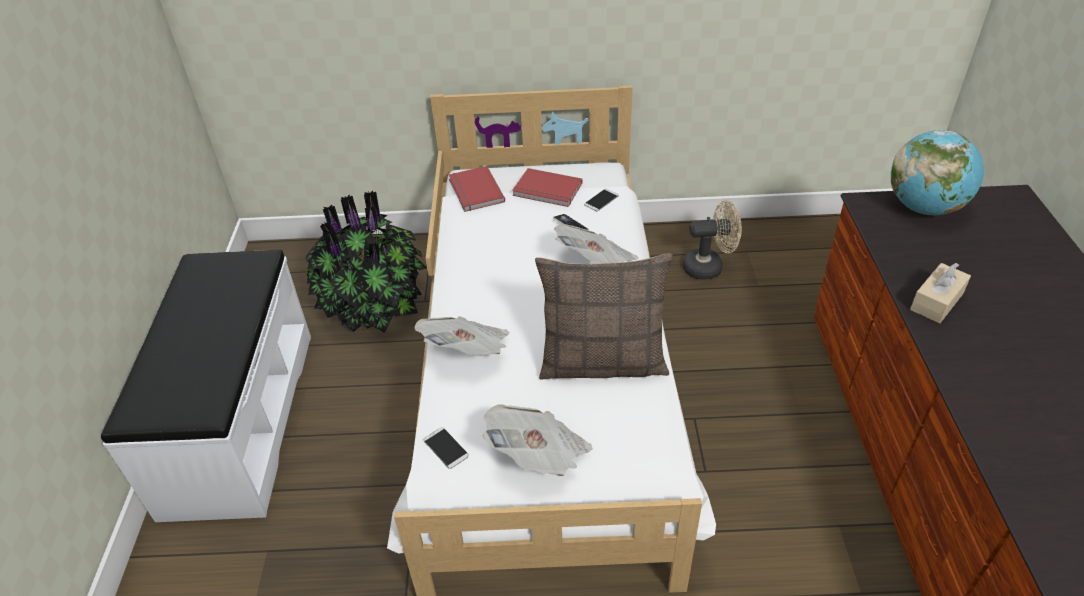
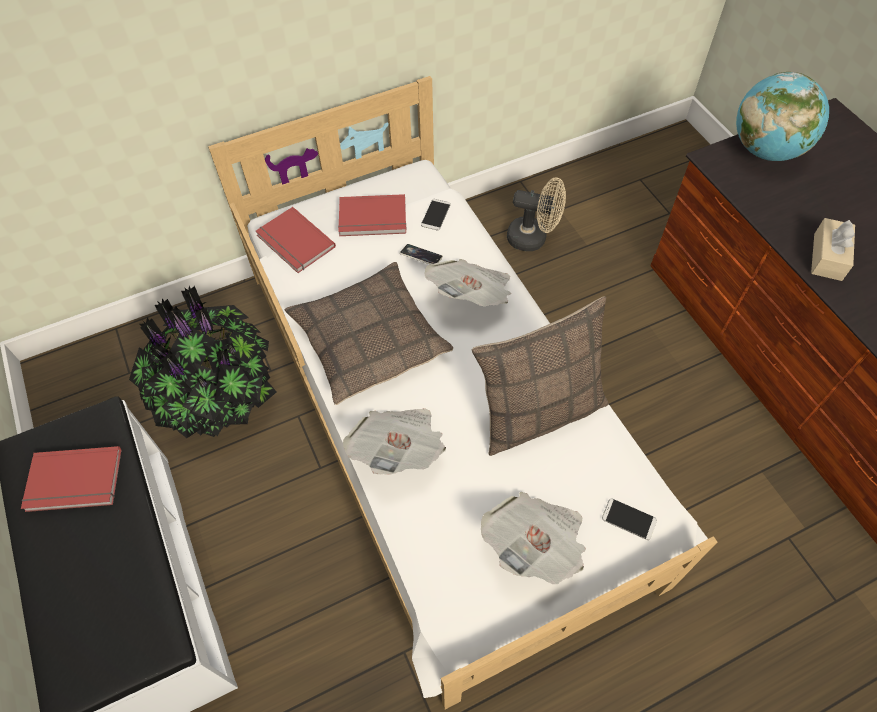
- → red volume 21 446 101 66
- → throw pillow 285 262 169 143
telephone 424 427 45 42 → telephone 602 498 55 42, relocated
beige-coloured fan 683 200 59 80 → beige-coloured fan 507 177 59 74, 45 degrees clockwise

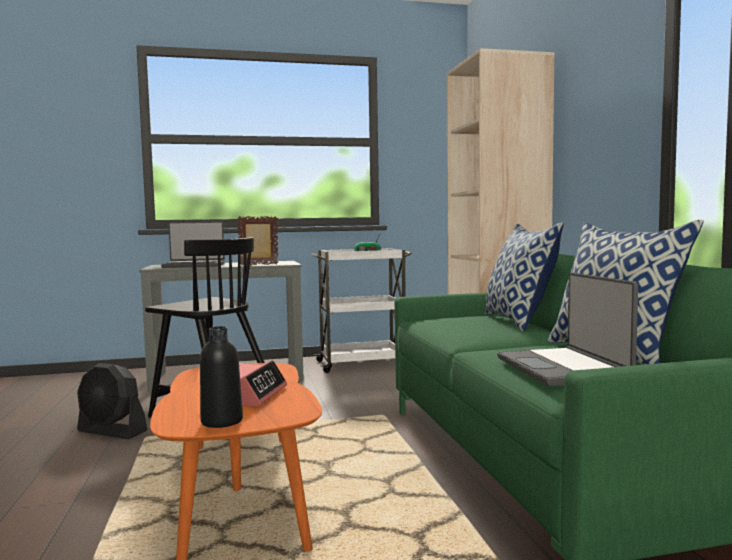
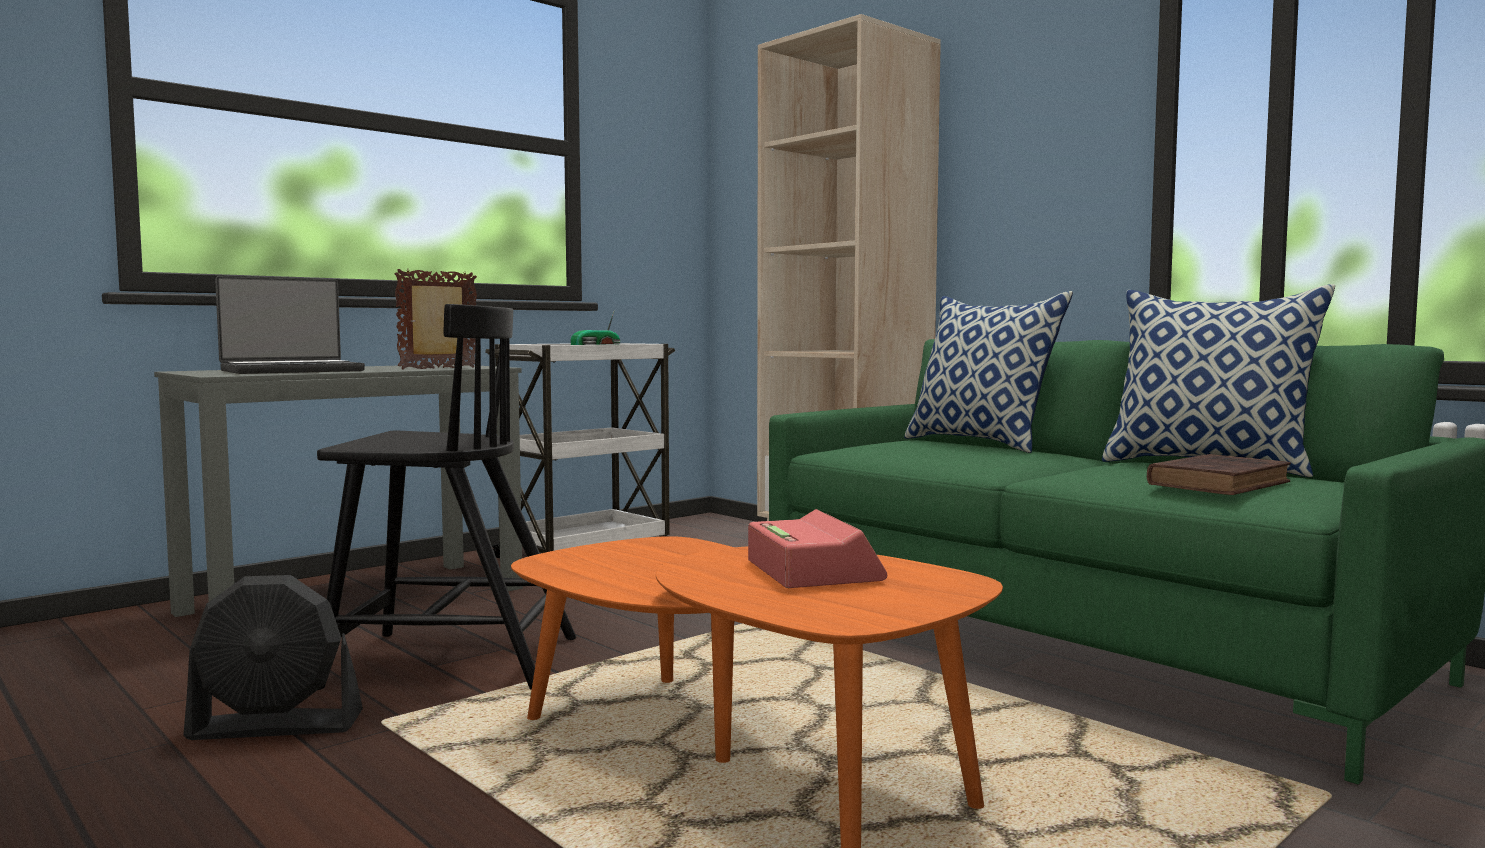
black beverage bottle 200 326 43 102 → -
laptop 497 273 141 113 → brown volume 1147 454 144 41

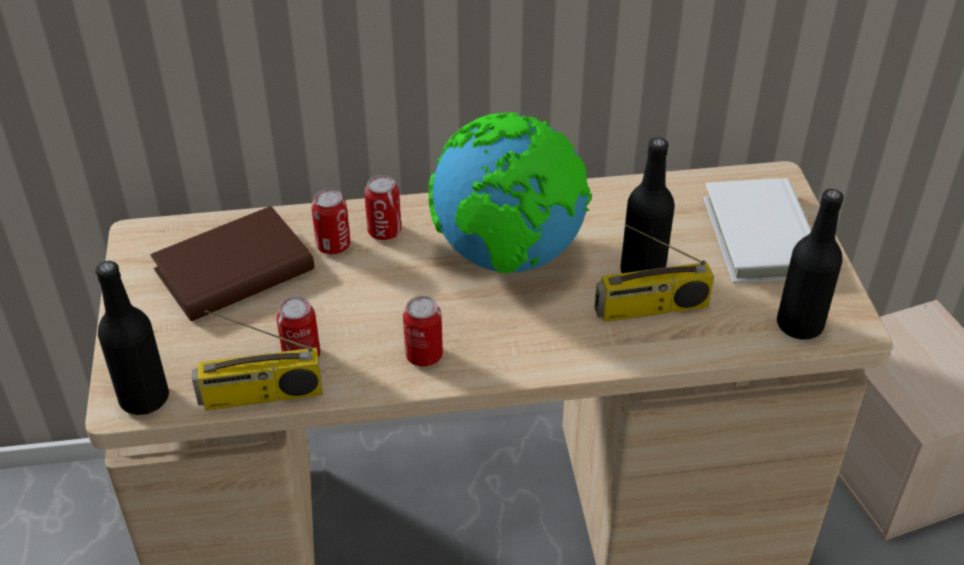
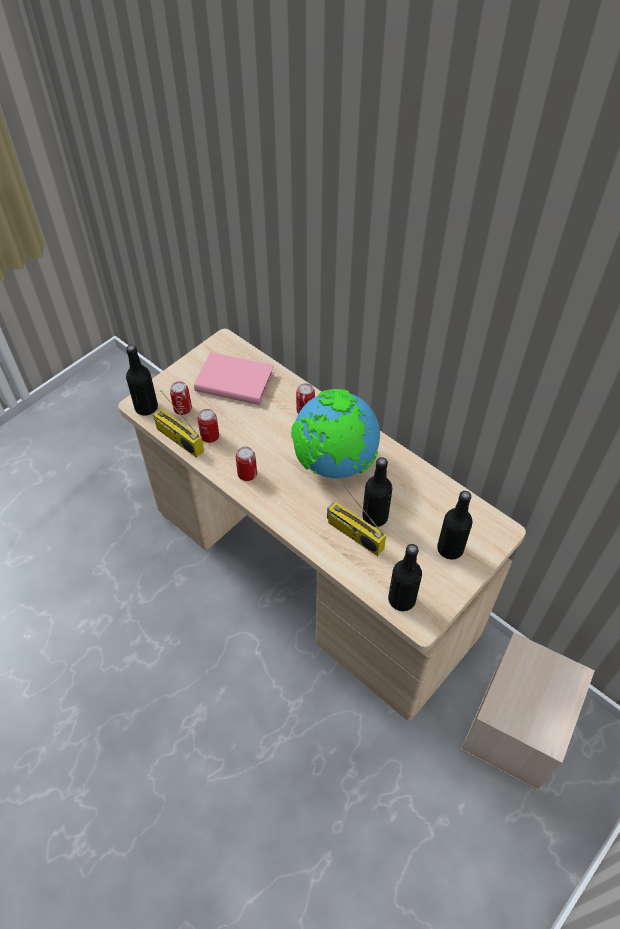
sealed can 311 189 39 66 → sealed can 170 381 22 34, relocated
white volume 704 178 107 106 → black beverage bottle 437 491 36 69
brown volume 150 206 164 115 → pinkish volume 194 352 80 53

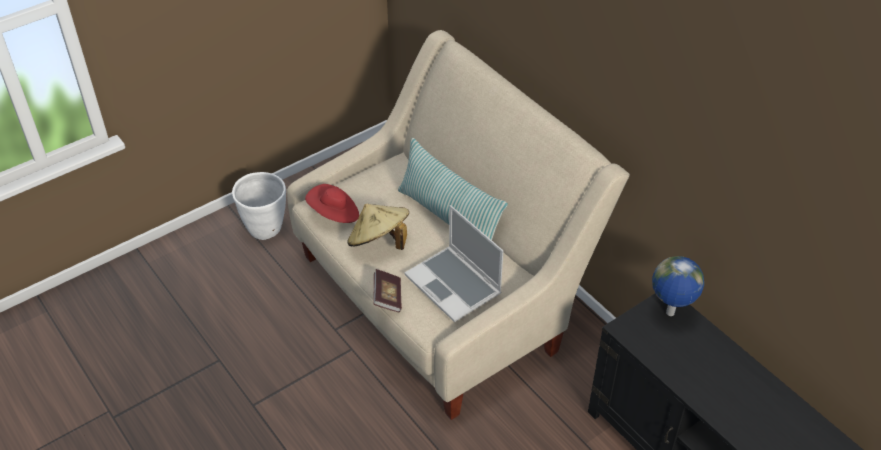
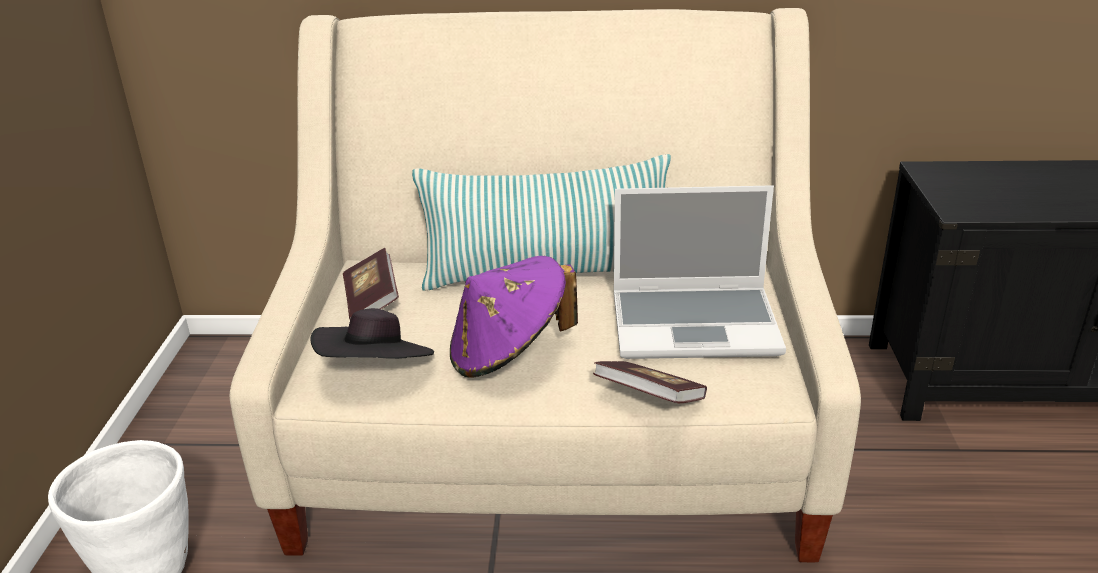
desk globe 652 256 52 60 → -
- → volume 343 248 56 71
red clothing hat 305 184 54 39 → black clothing hat 310 308 124 51
beige-coloured clothing hat 347 204 62 46 → purple-coloured clothing hat 450 256 128 121

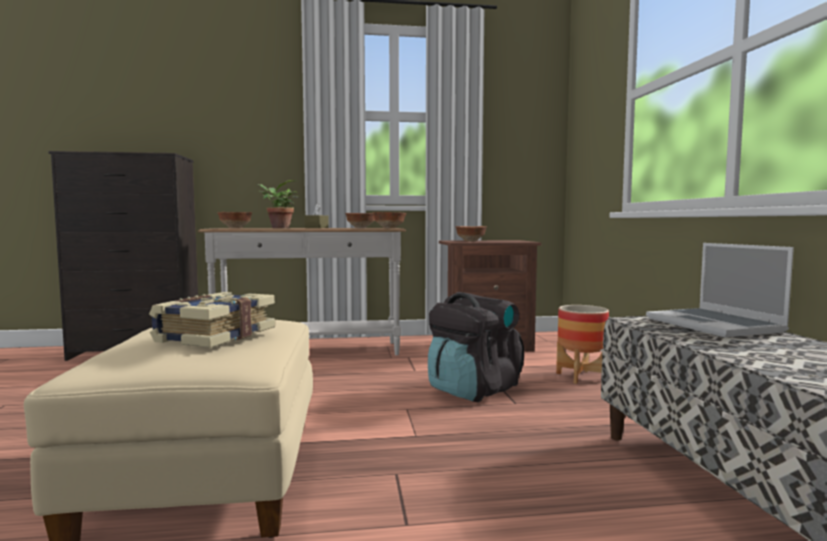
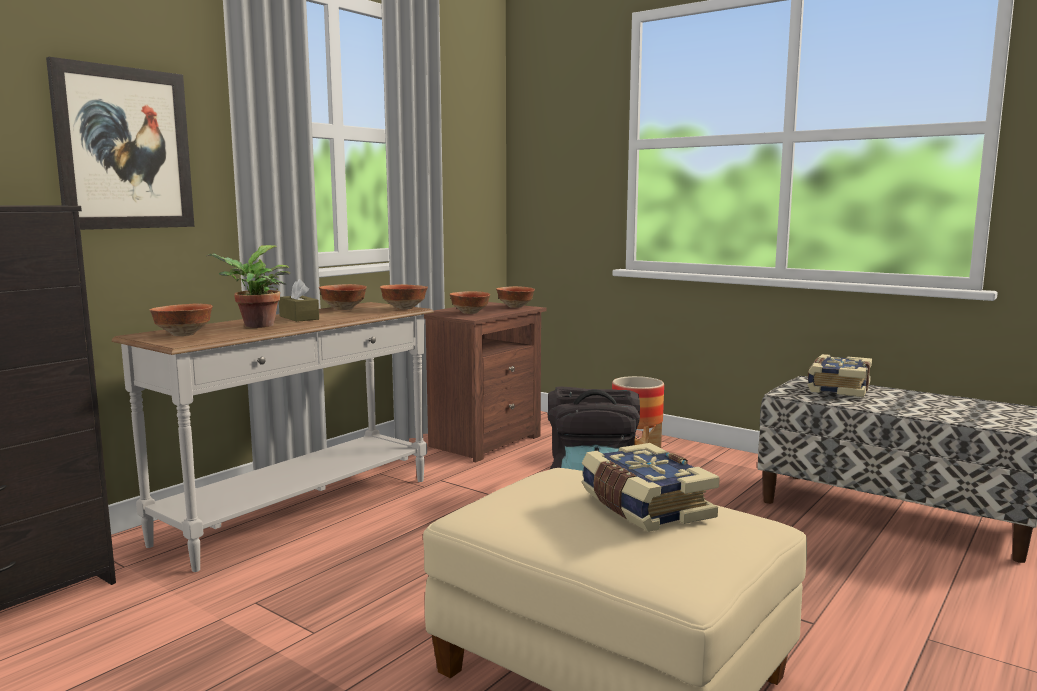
- → wall picture 46 57 149 173
- → serving bowl 496 286 39 22
laptop 646 243 148 94 → volume 808 354 64 43

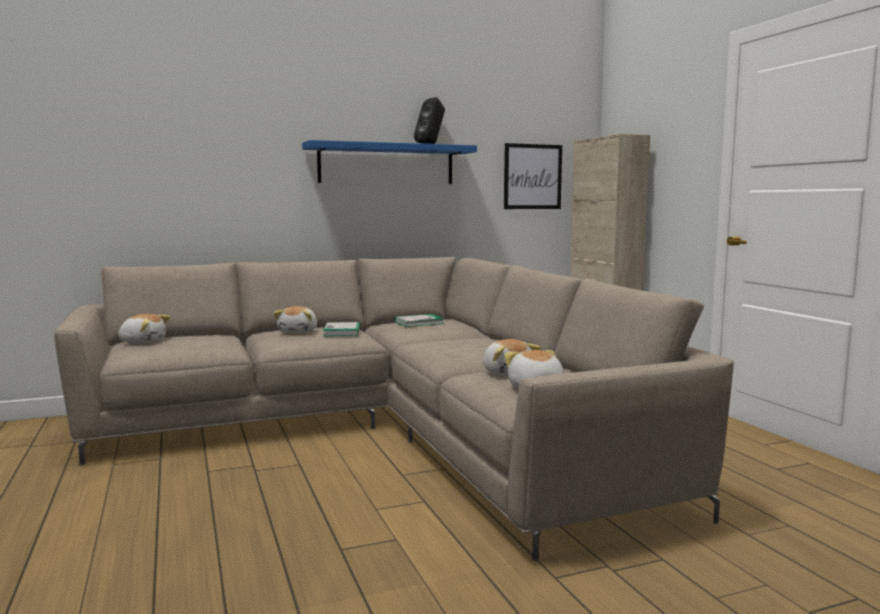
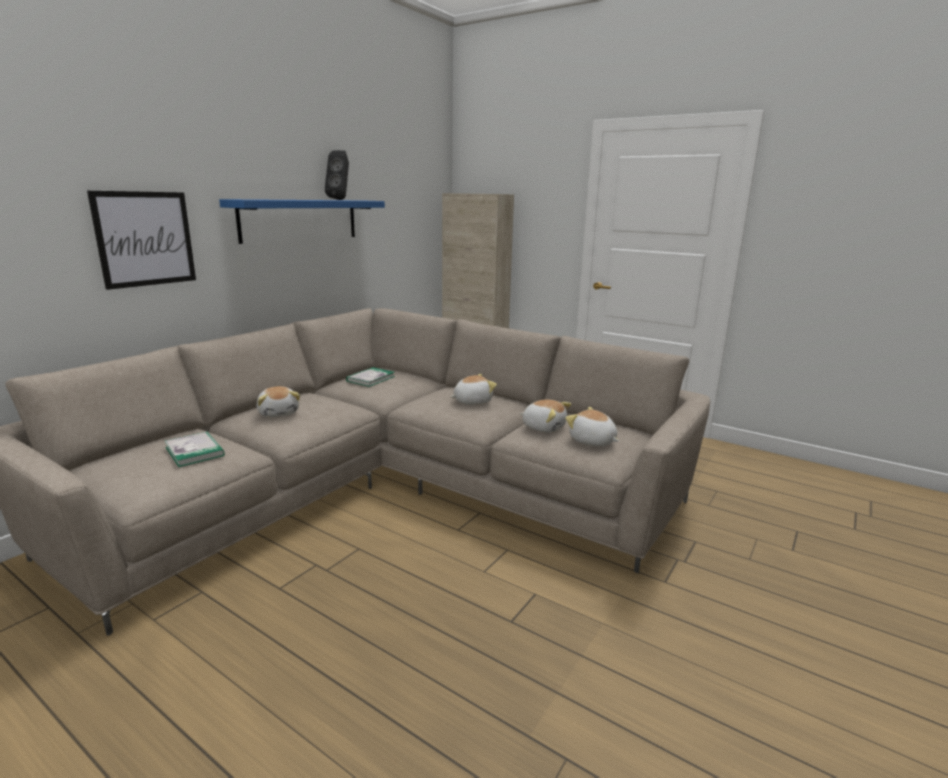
soft toy 118 314 52 30 → soft toy 450 374 47 31, relocated
volume 323 322 37 14 → volume 165 432 60 35, relocated
wall picture 504 143 58 66 → wall picture 87 191 109 99, relocated

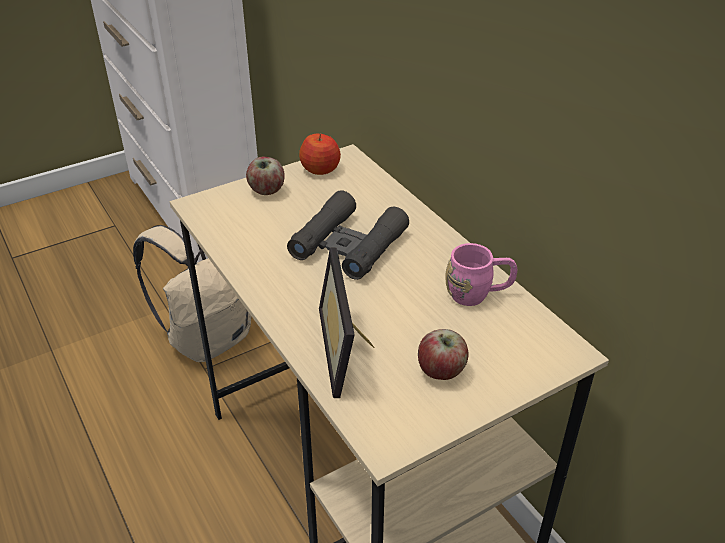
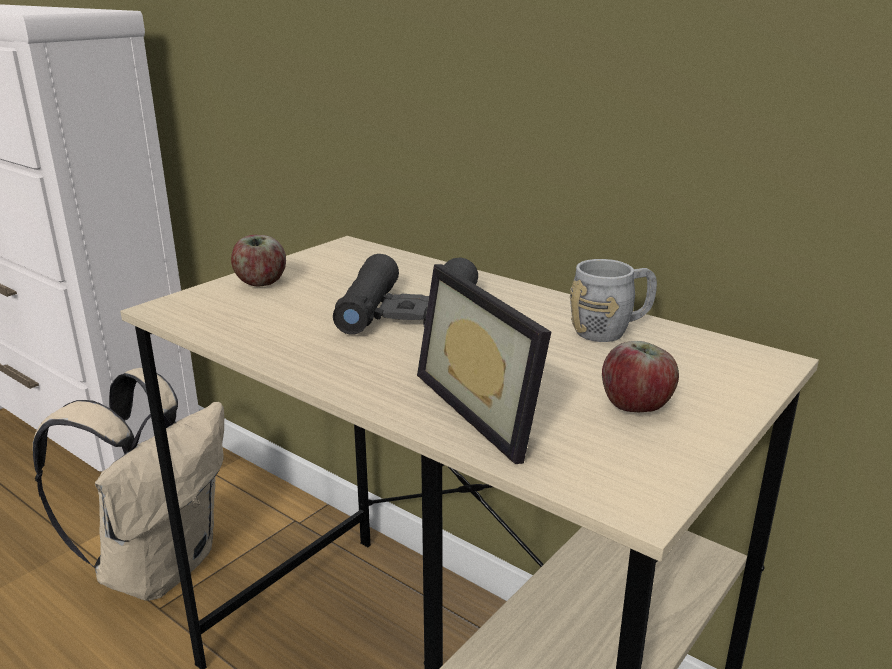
apple 299 134 42 41 → -
pinkish coffee mug 446 243 71 63 → gray coffee mug 570 259 87 83

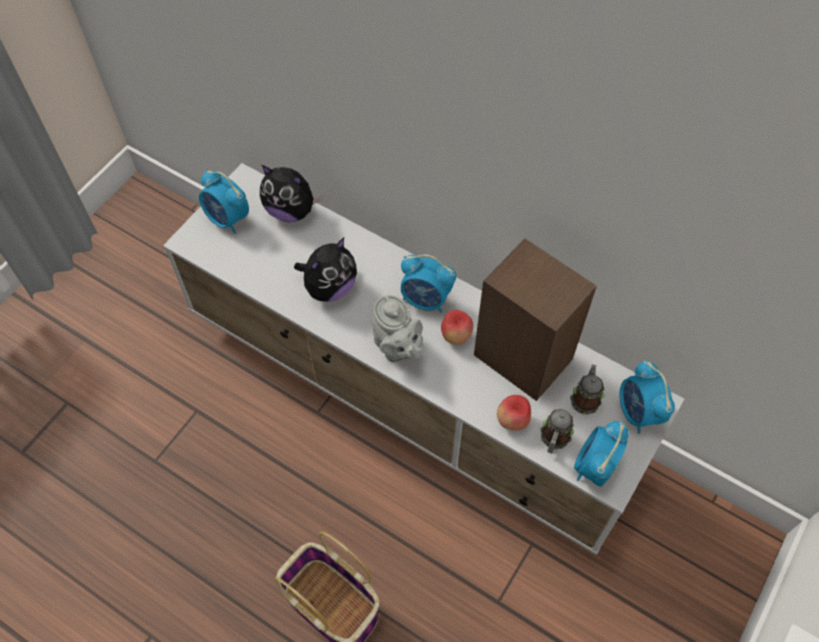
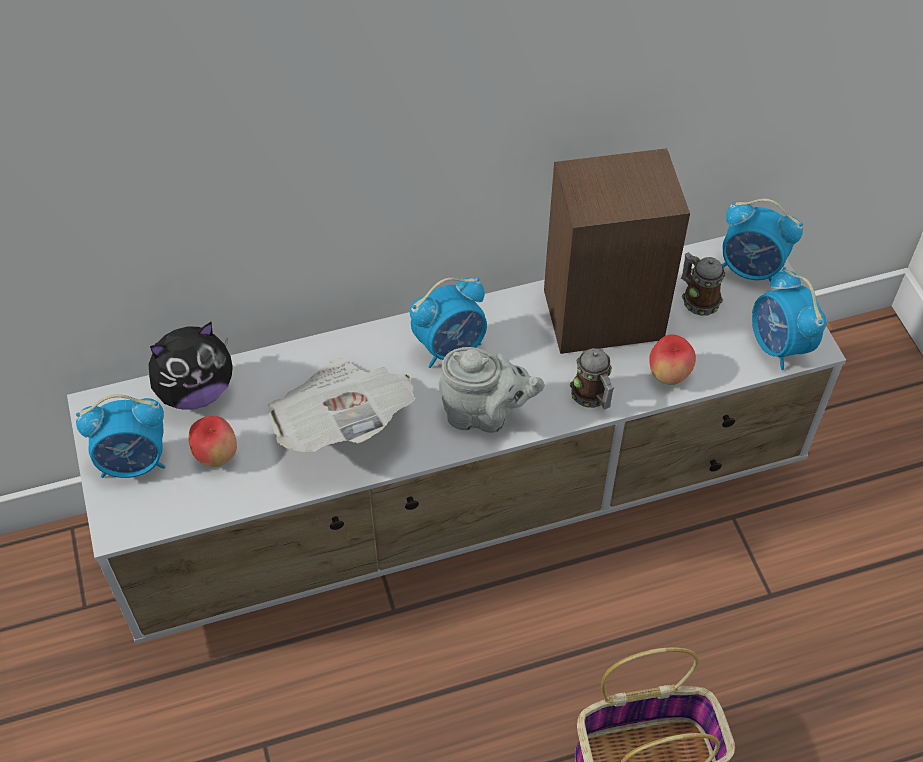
apple 441 310 32 35 → apple 189 416 48 51, relocated
coffee mug 540 409 34 45 → coffee mug 570 348 44 62, relocated
soft toy 294 237 63 65 → daily paper 268 358 147 94

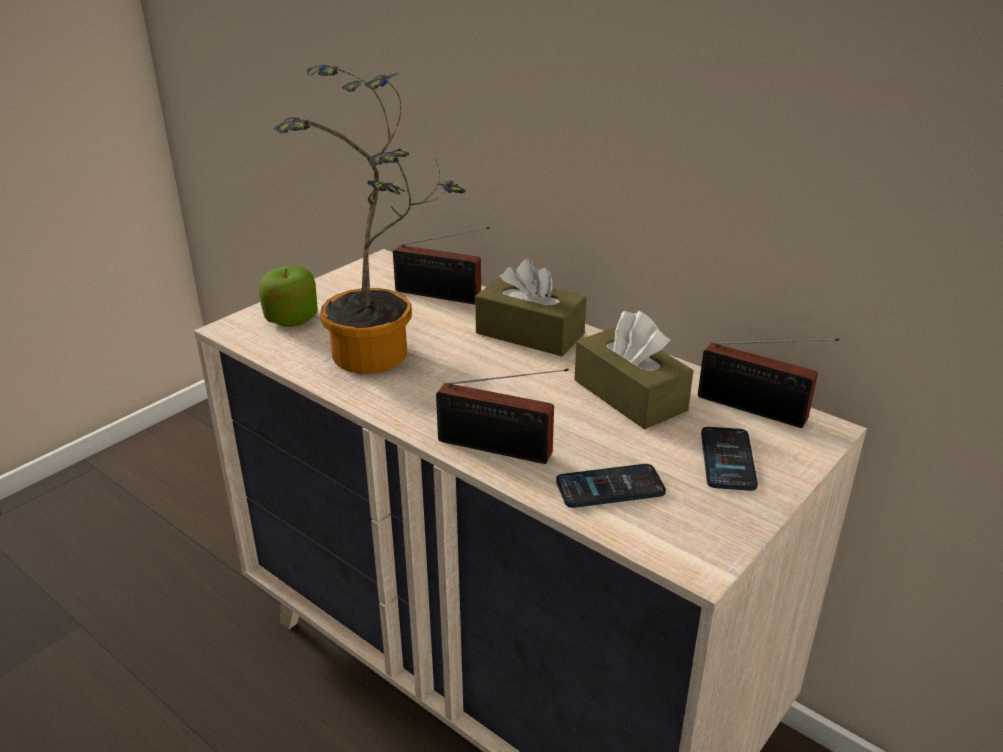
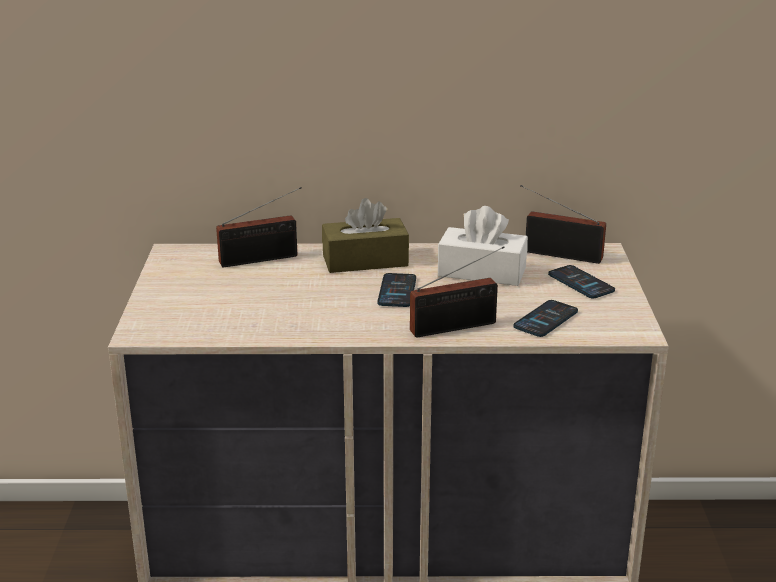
apple 259 266 59 61 → -
plant in a pot 274 65 192 309 → -
- → telephone 377 273 39 34
brown box of tissues 574 311 119 119 → white box of tissues 438 206 90 80
radio receiver 698 338 141 90 → radio receiver 520 185 86 79, 150 degrees counterclockwise

